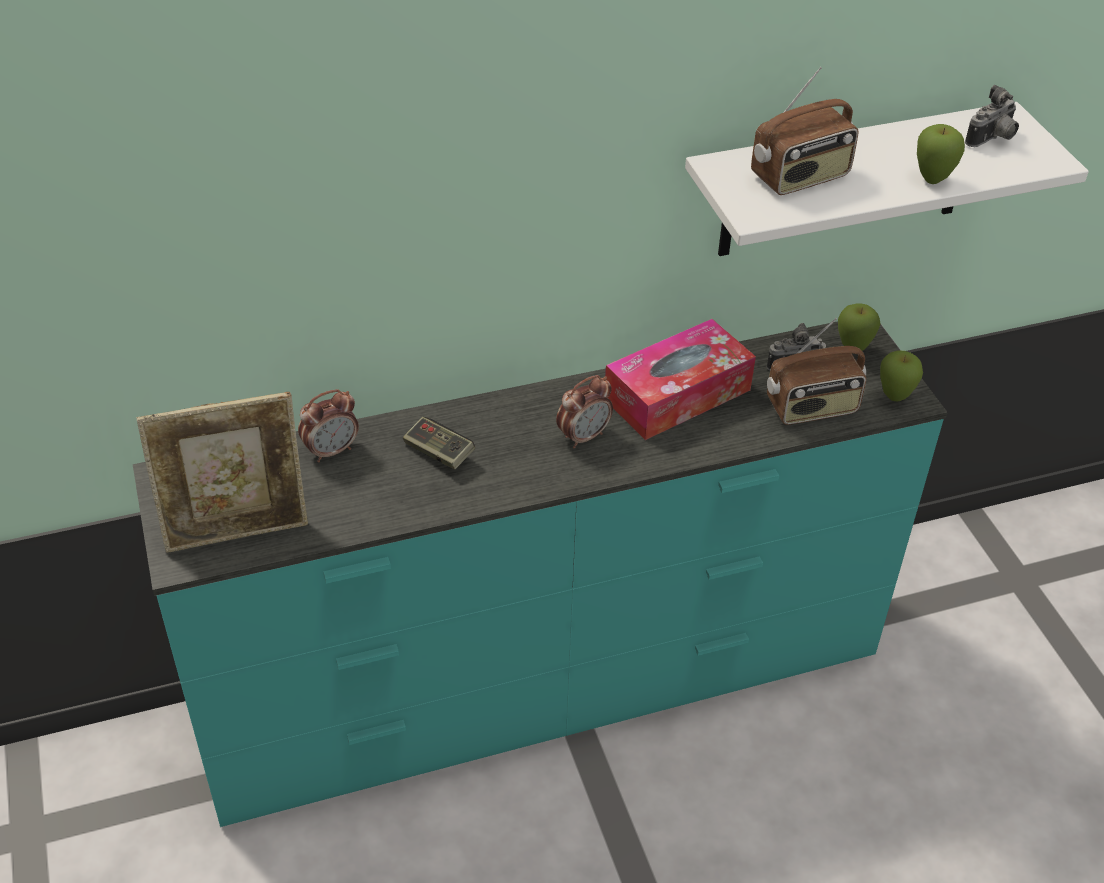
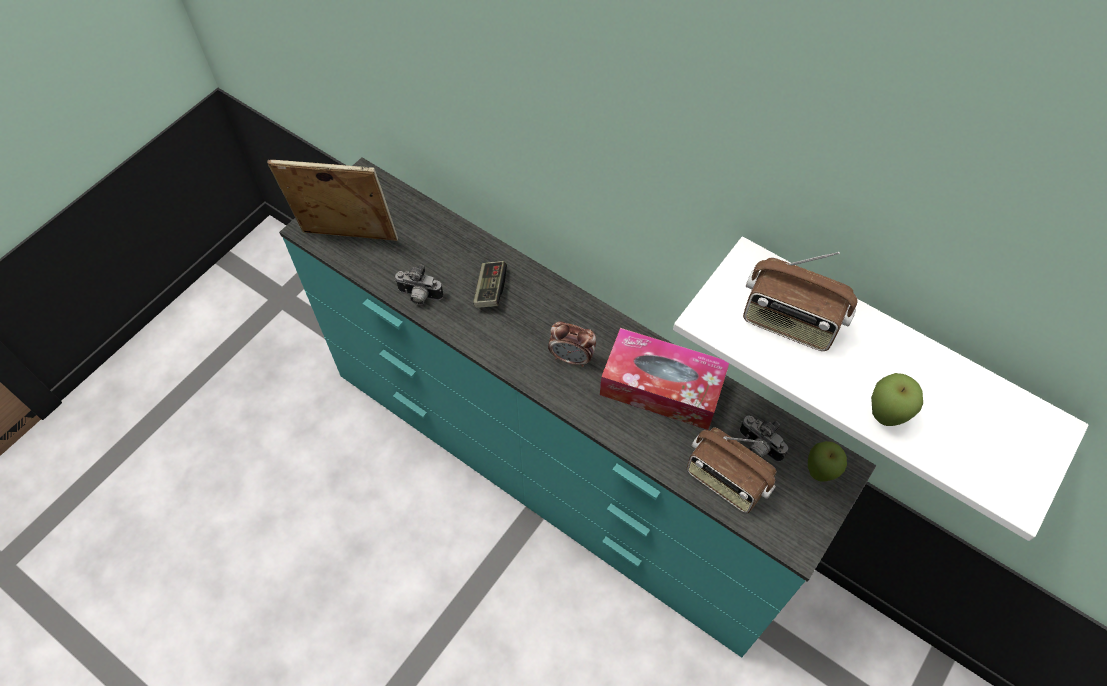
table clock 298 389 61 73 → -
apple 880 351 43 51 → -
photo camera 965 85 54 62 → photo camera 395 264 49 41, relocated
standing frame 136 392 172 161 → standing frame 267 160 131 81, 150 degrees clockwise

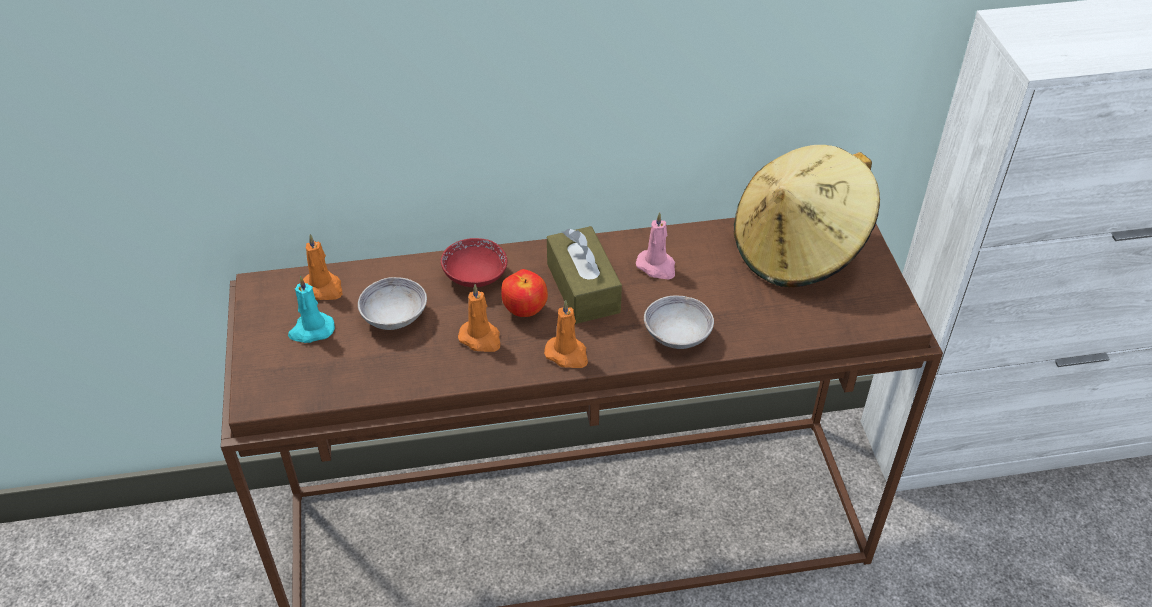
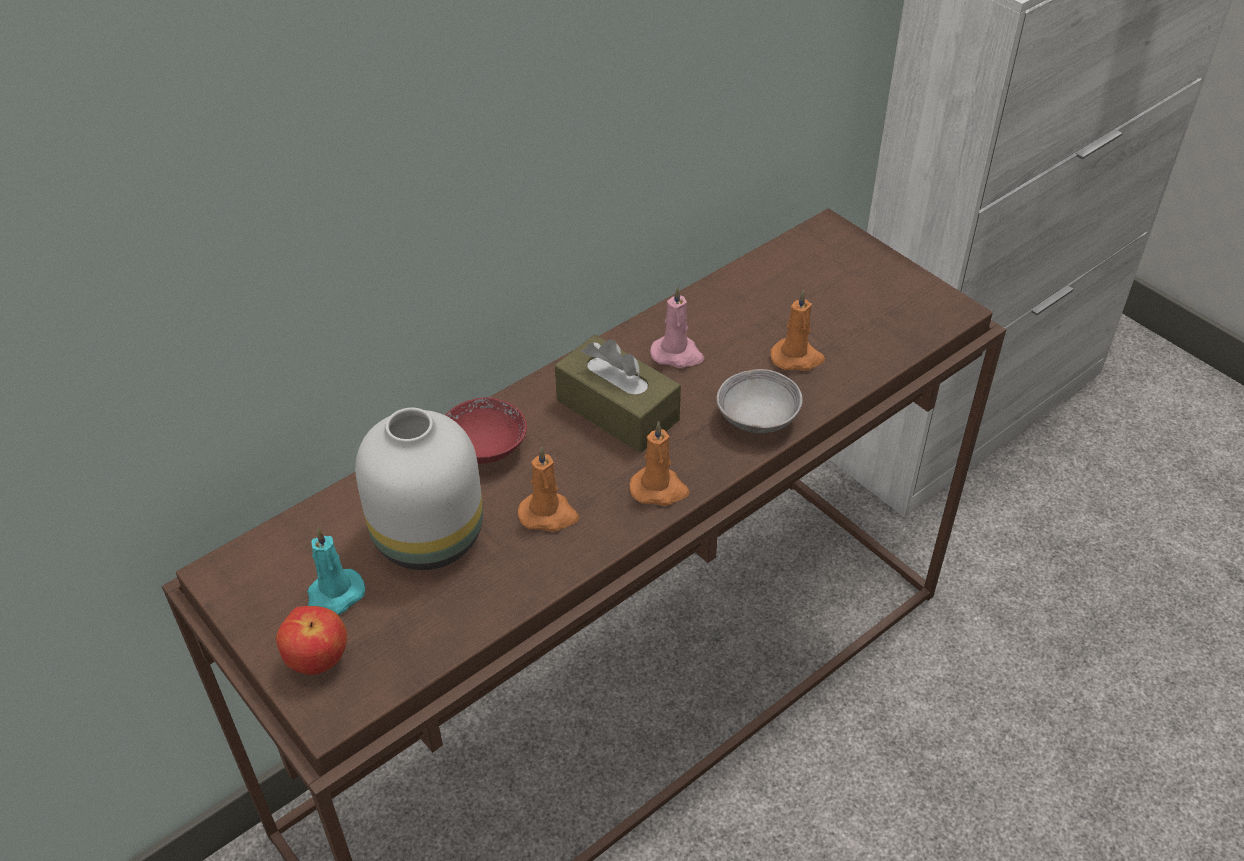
beige-coloured clothing hat 734 145 146 142 → -
orange candle 303 234 39 66 → orange candle 771 290 54 81, relocated
apple 501 269 47 48 → apple 276 606 71 69, relocated
gray serving bowl 358 277 69 53 → white flower vase 355 408 128 162

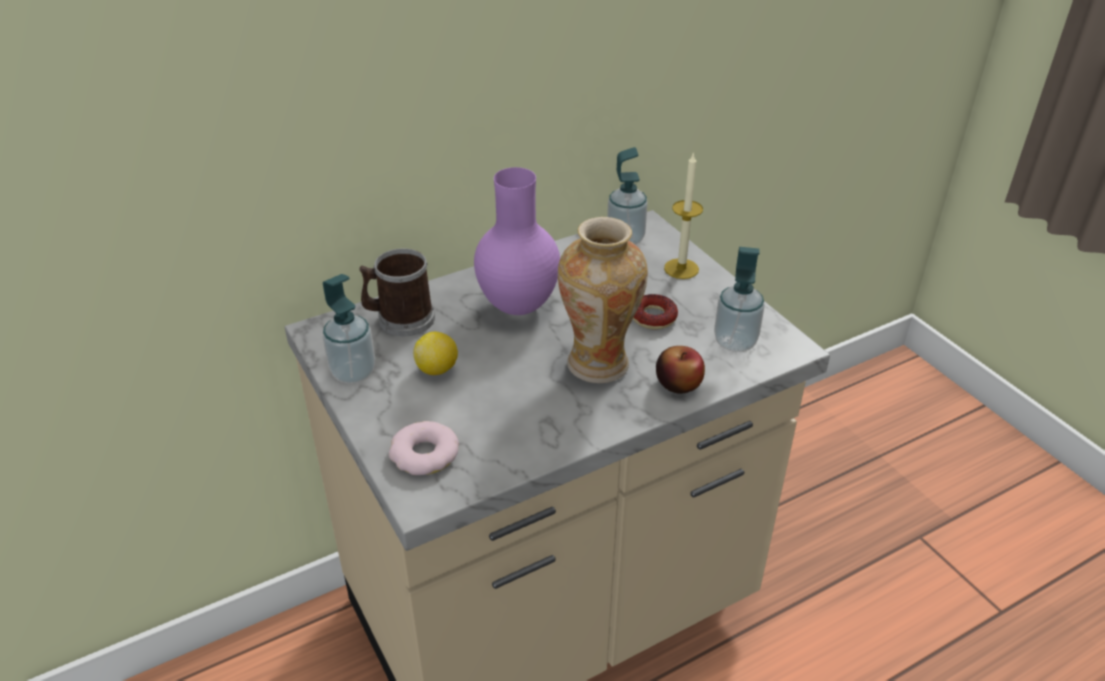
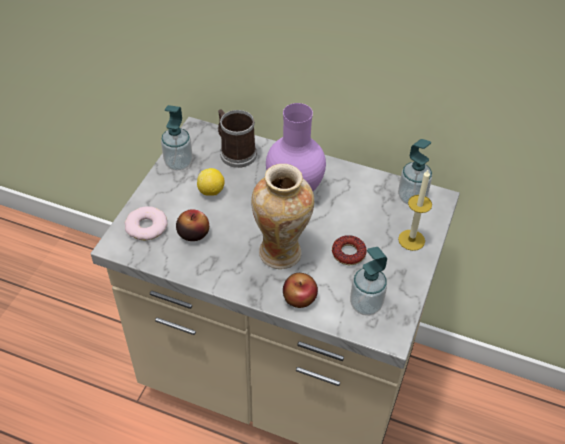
- → apple 176 209 33 32

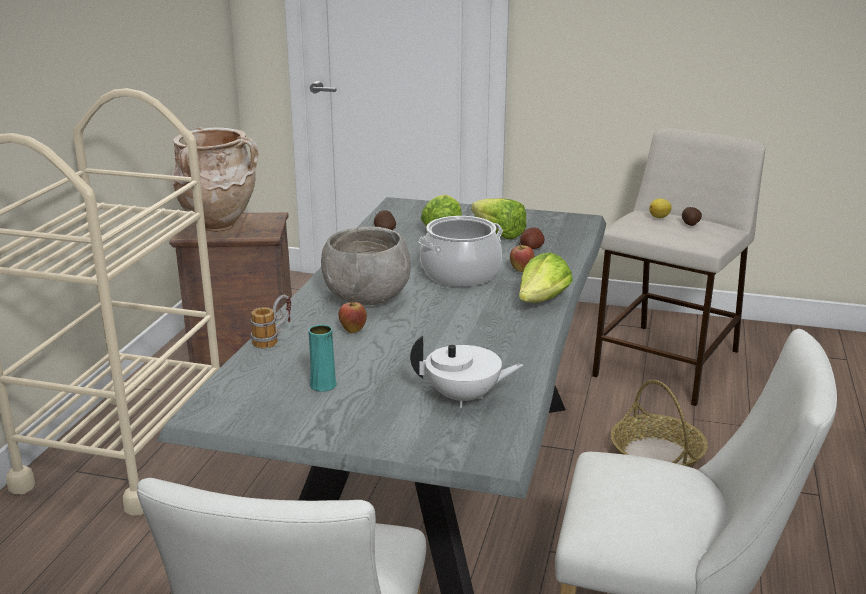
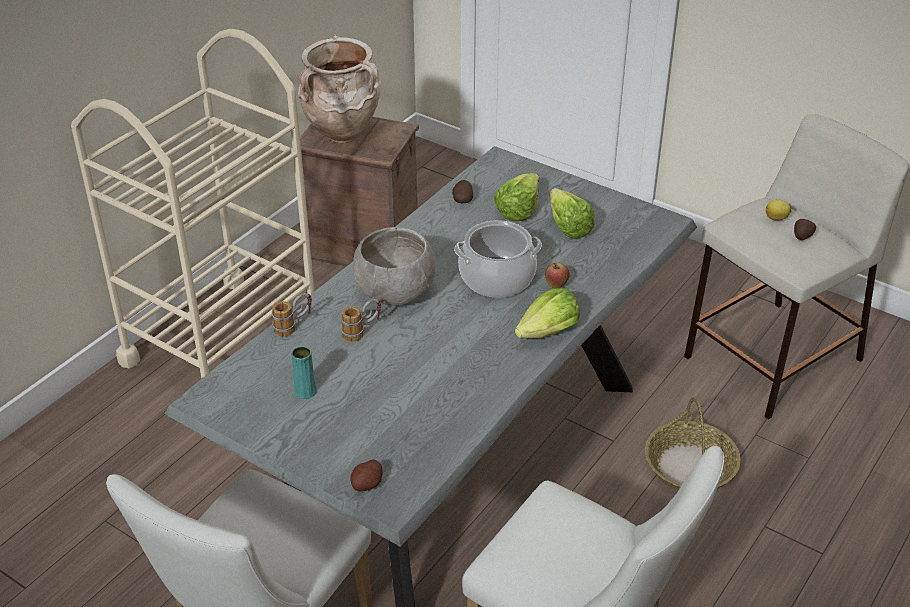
white teapot 410 336 114 72 → -
spud 520 228 25 21 → spud 350 459 33 32, relocated
apple 339 297 28 36 → coffee mug 341 299 40 43

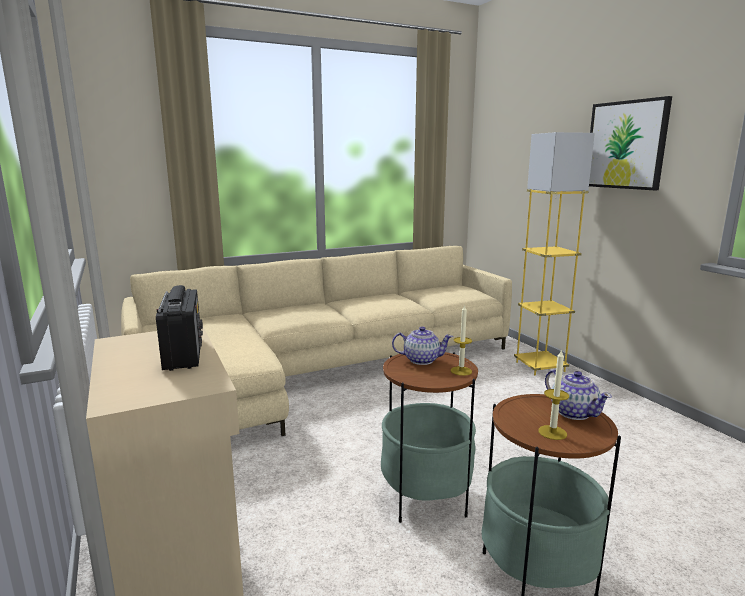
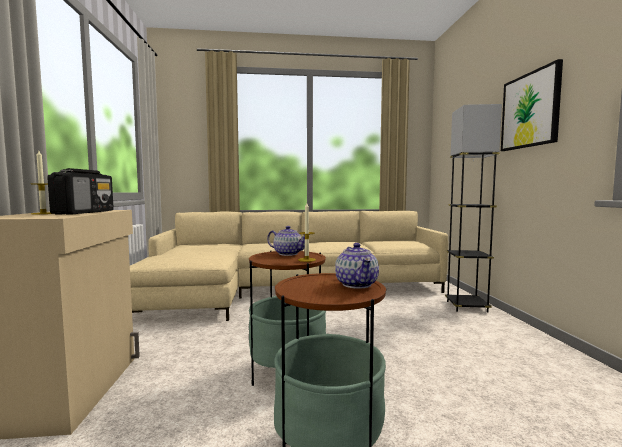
candle 539 349 30 91 → candle 31 151 20 63, relocated
yellowish floor lamp 514 132 81 243 → gray floor lamp 445 104 57 209

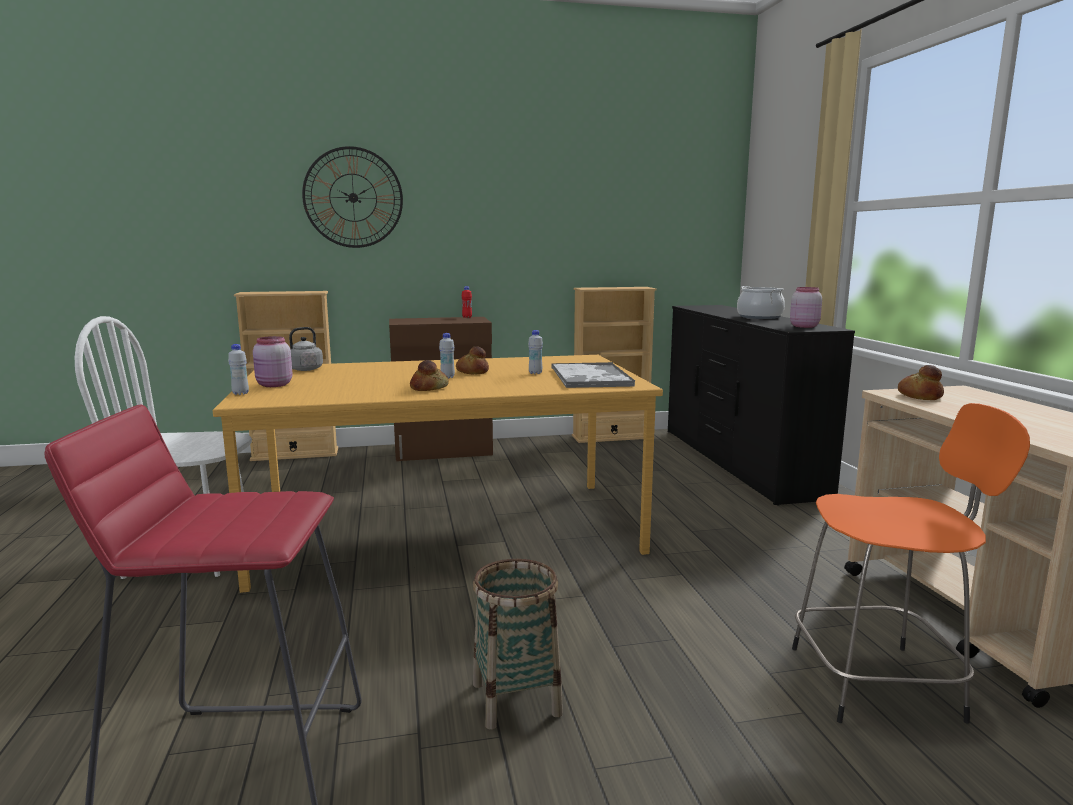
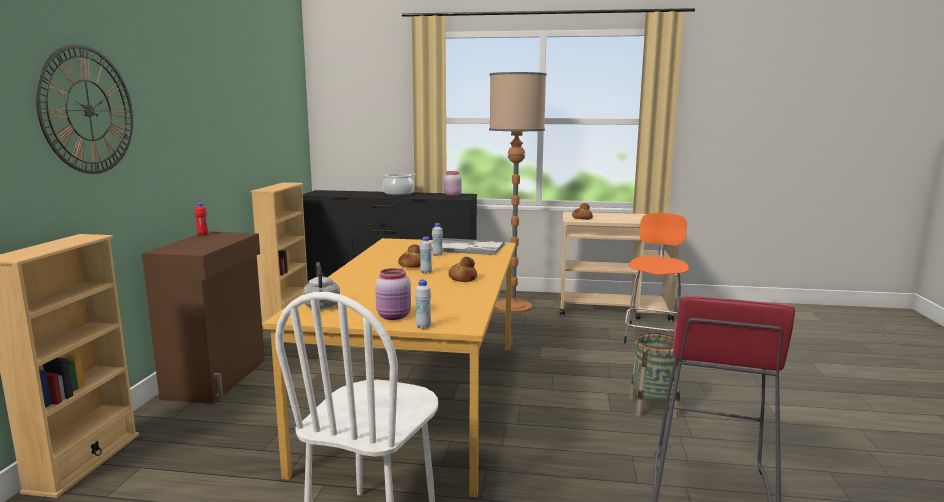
- → floor lamp 489 72 58 241

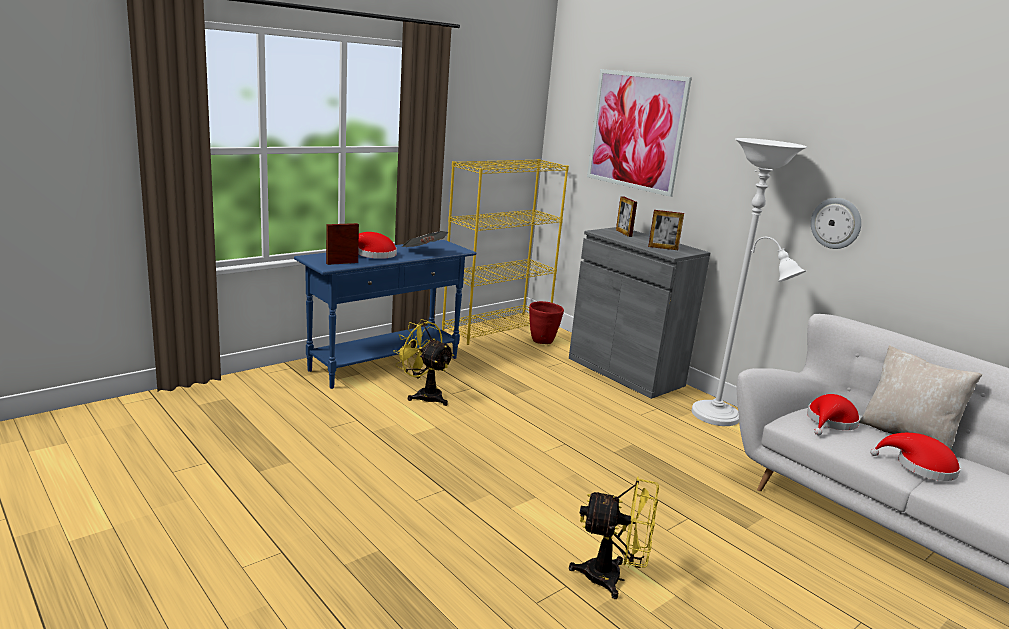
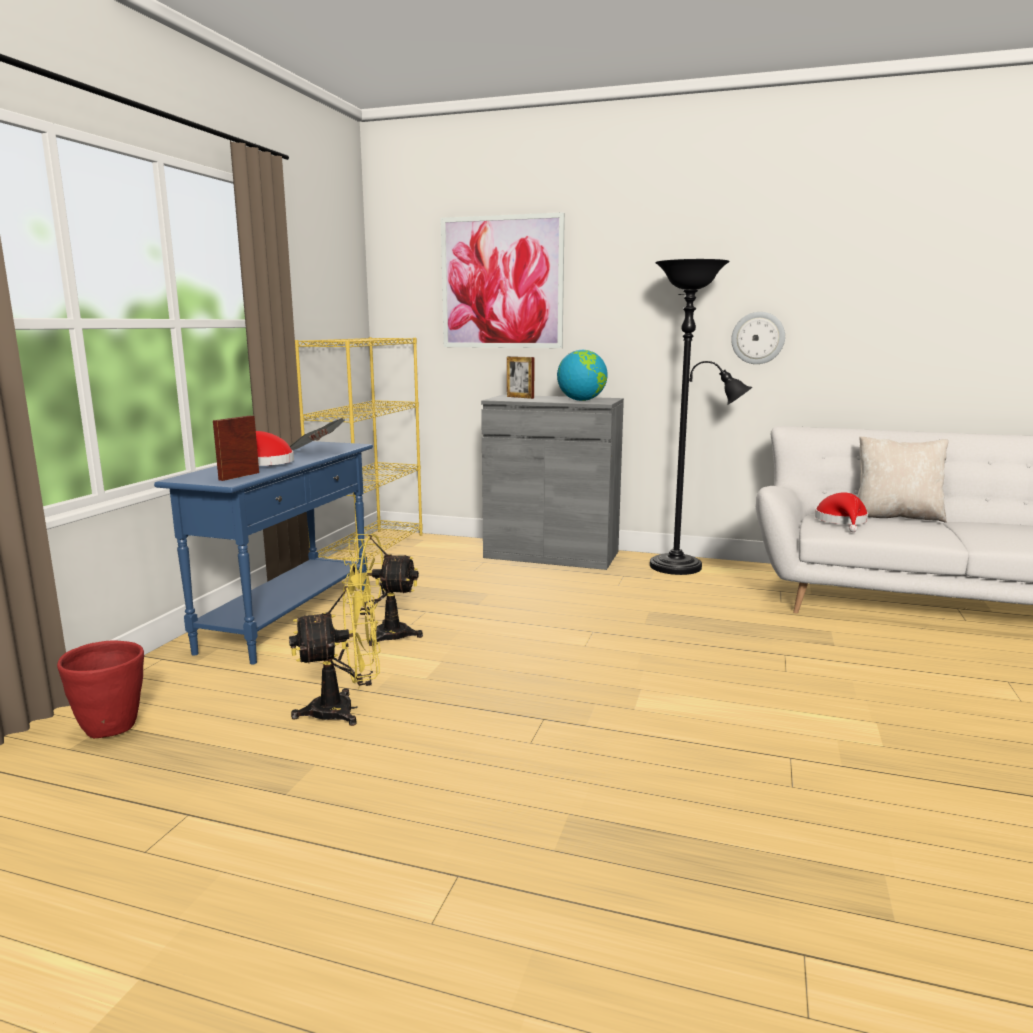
red clothing hat 870 433 91 48 → -
red flower pot 529 301 35 43 → red flower pot 57 641 87 97, relocated
yellowish fan 569 477 90 122 → yellowish fan 289 584 92 142, relocated
standing frame 648 210 36 40 → desk globe 557 350 51 51
white floor lamp 692 138 115 288 → black floor lamp 650 259 102 316

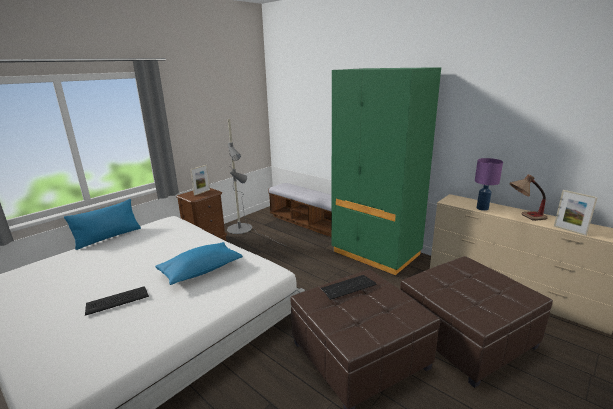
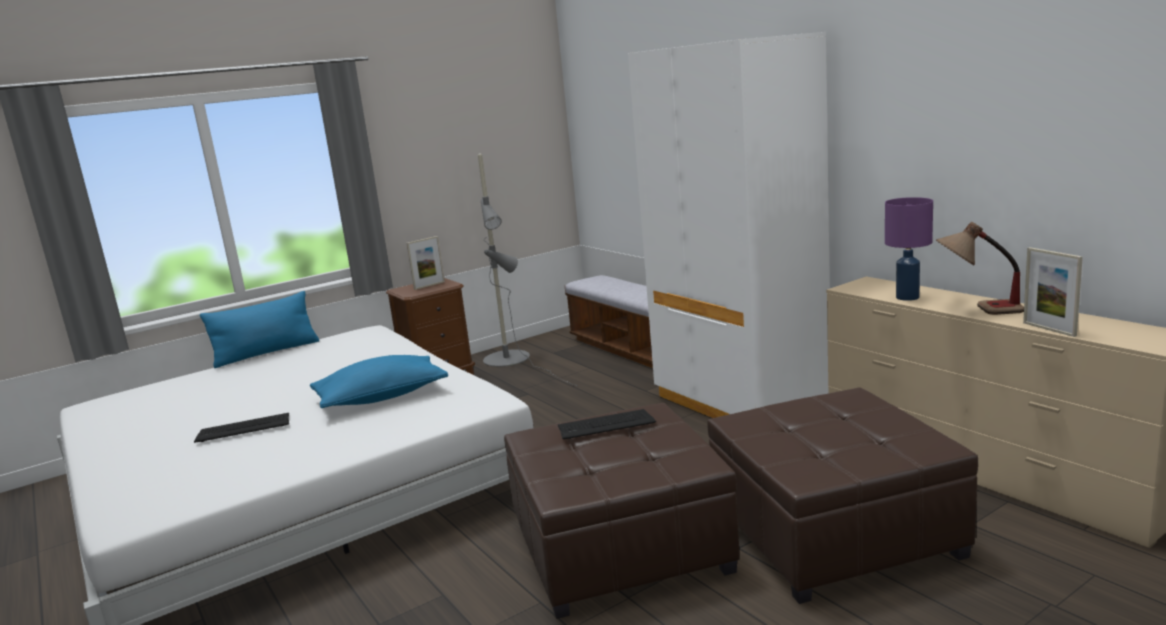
green clothes cupboard 332 67 109 208 → white clothes cupboard 628 32 202 386

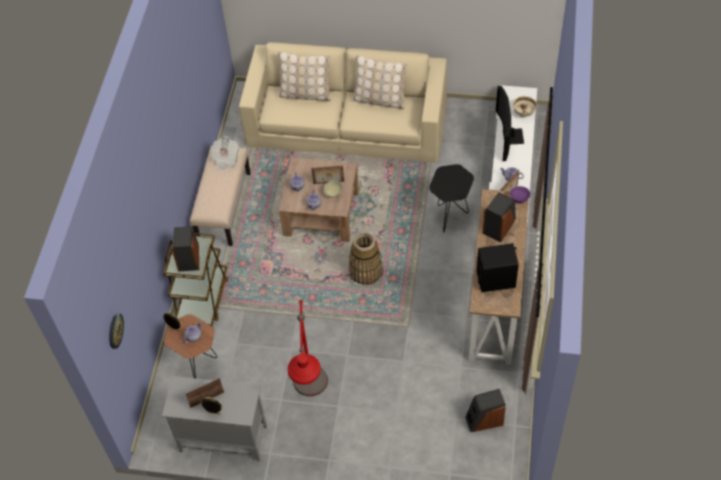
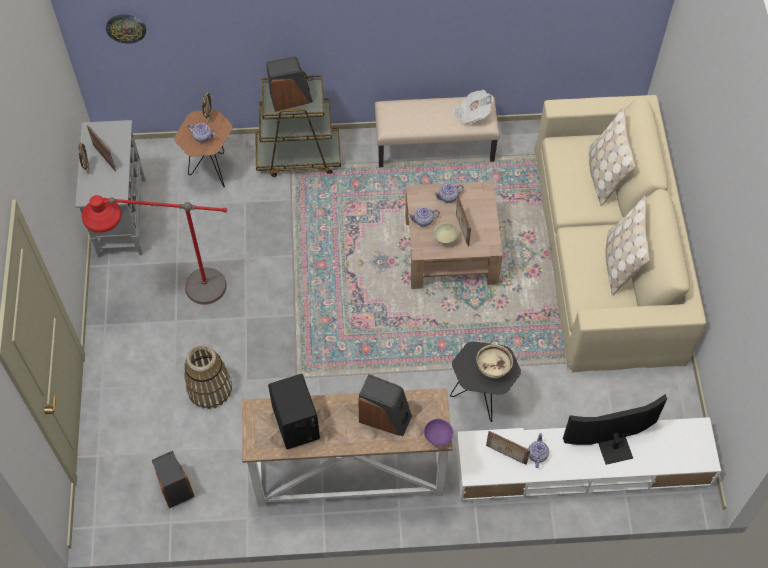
basket 349 233 34 52 → basket 184 345 48 64, relocated
beige-coloured serving bowl 513 96 24 21 → beige-coloured serving bowl 476 344 37 34, relocated

